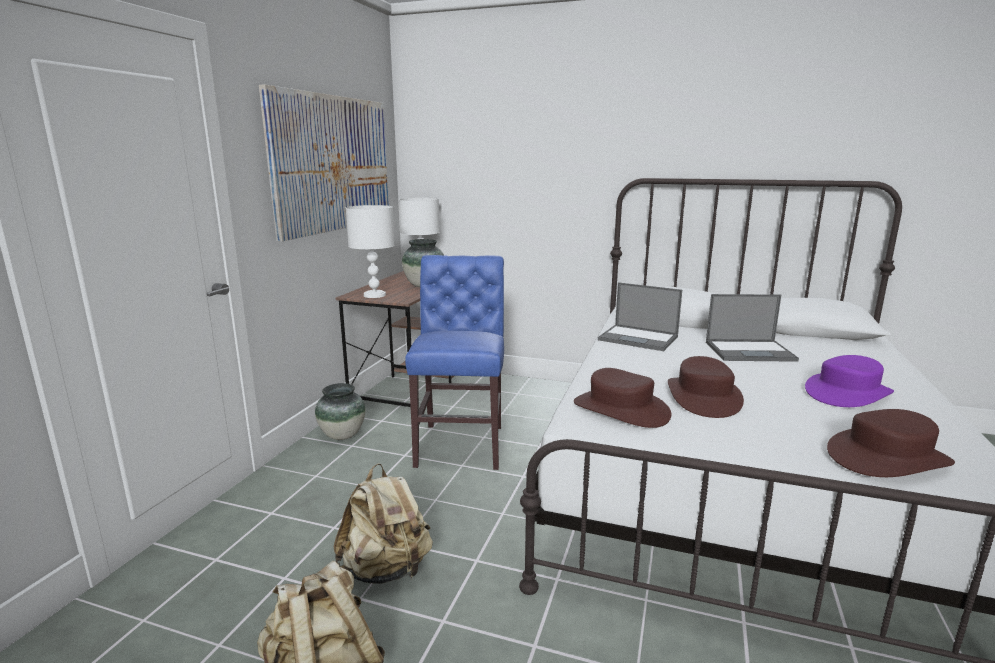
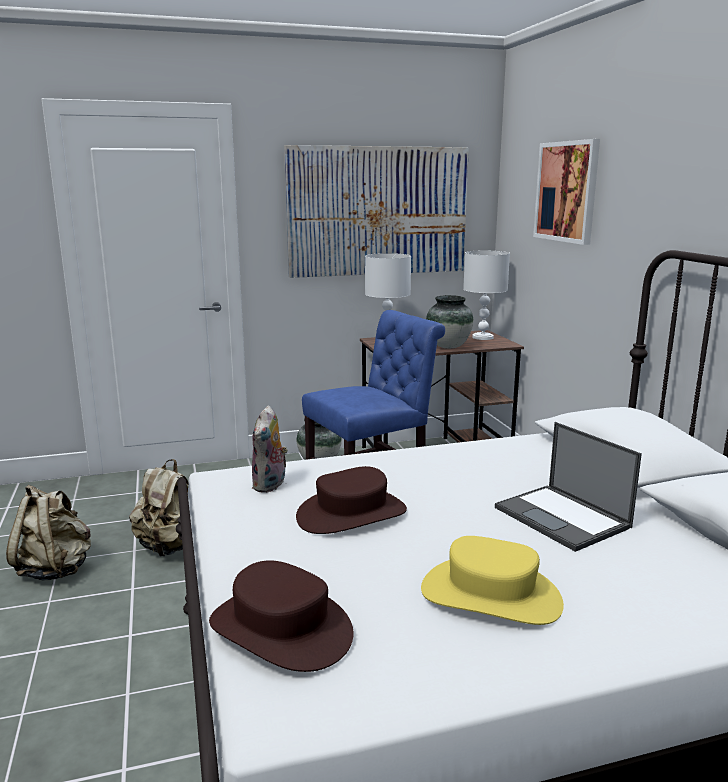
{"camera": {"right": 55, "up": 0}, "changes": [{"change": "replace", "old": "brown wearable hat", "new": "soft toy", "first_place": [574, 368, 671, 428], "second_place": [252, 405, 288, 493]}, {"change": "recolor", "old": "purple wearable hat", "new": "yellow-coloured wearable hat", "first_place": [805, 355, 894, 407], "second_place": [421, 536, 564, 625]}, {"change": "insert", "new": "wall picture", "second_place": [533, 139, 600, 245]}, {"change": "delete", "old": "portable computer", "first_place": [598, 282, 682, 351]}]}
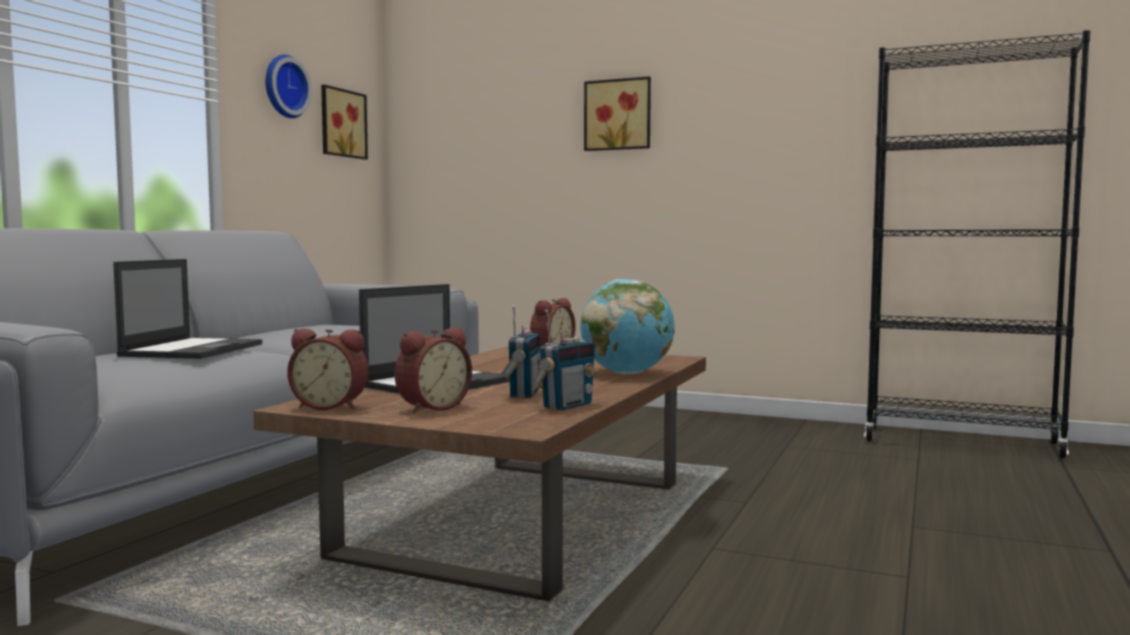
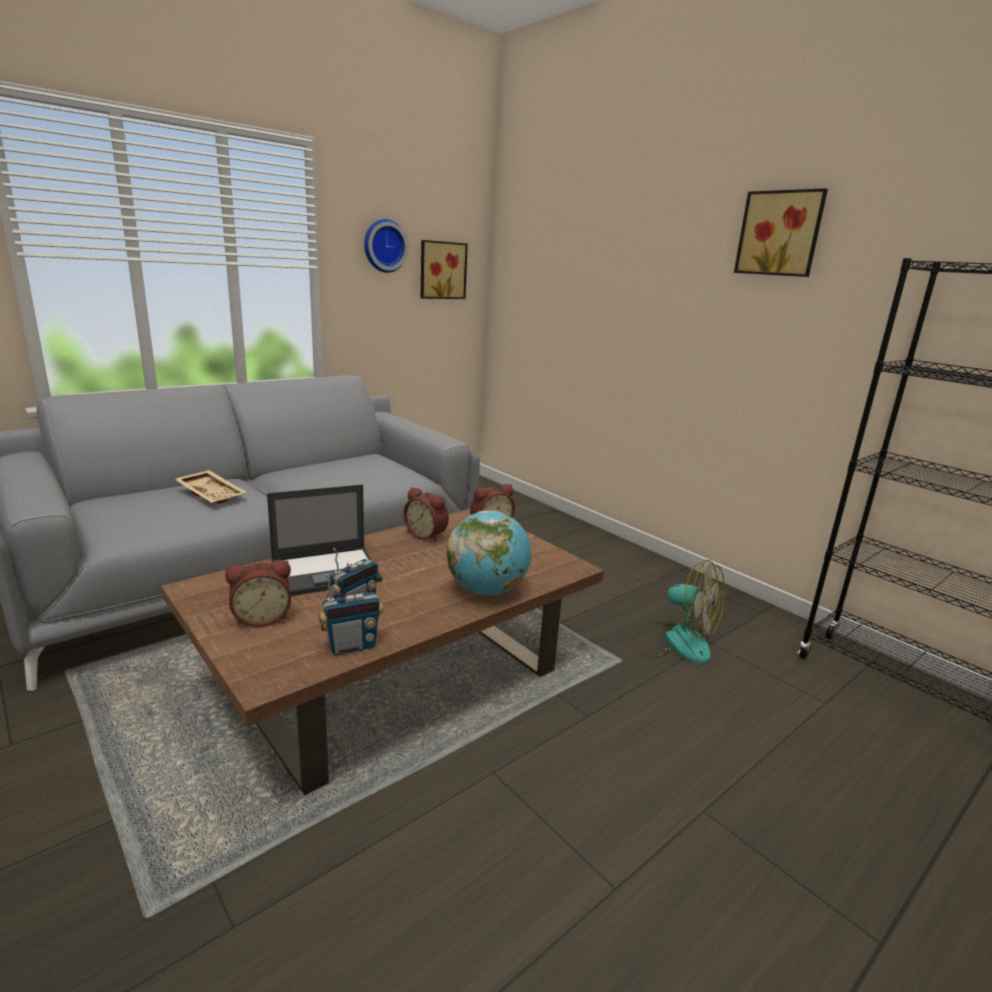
{"camera": {"right": 25, "up": 15}, "changes": [{"change": "replace", "old": "portable computer", "new": "beige-coloured serving tray", "first_place": [113, 259, 262, 359], "second_place": [175, 470, 246, 504]}, {"change": "move", "old": "bedside clock", "first_place": [287, 328, 369, 410], "second_place": [404, 487, 449, 542]}, {"change": "insert", "new": "electric fan", "second_place": [635, 560, 725, 664]}, {"change": "move", "old": "wall picture", "first_place": [584, 76, 651, 151], "second_place": [734, 188, 828, 277]}]}
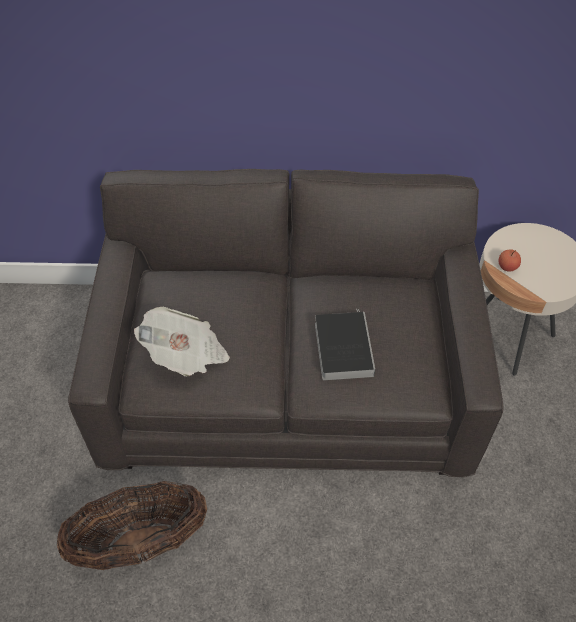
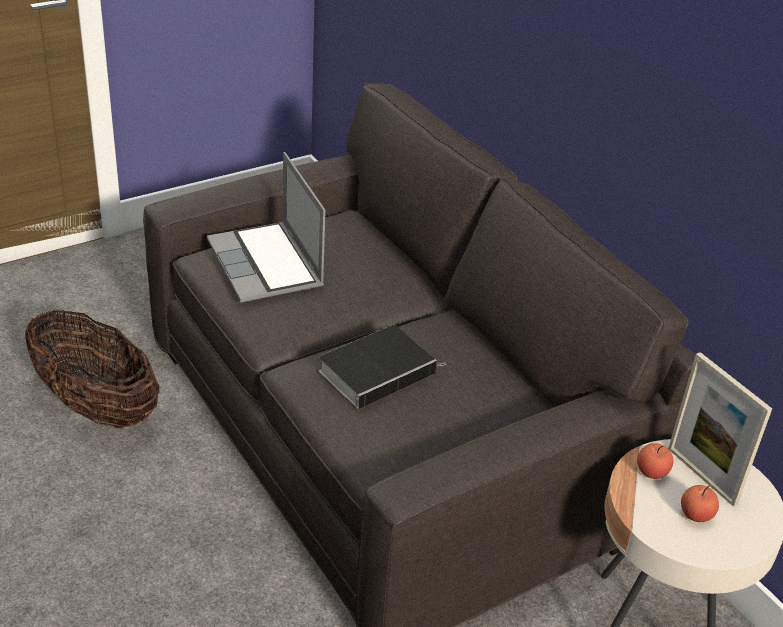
{"camera": {"right": 55, "up": -15}, "changes": [{"change": "replace", "old": "newspaper", "new": "portable computer", "first_place": [134, 307, 230, 376], "second_place": [207, 152, 325, 303]}, {"change": "insert", "new": "photo frame", "second_place": [668, 352, 772, 507]}, {"change": "insert", "new": "whole apple", "second_place": [681, 485, 719, 522]}]}
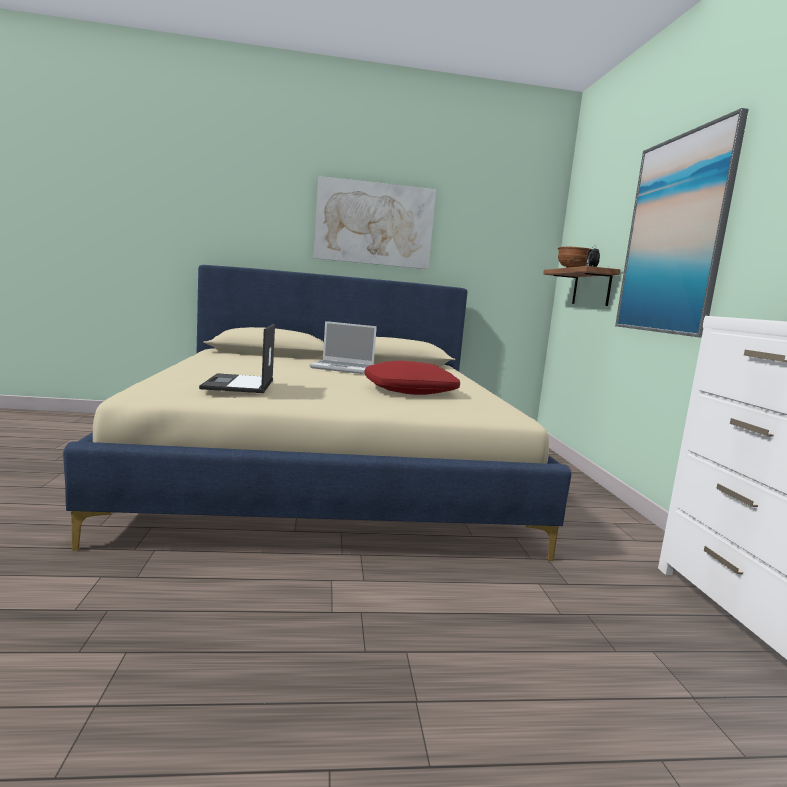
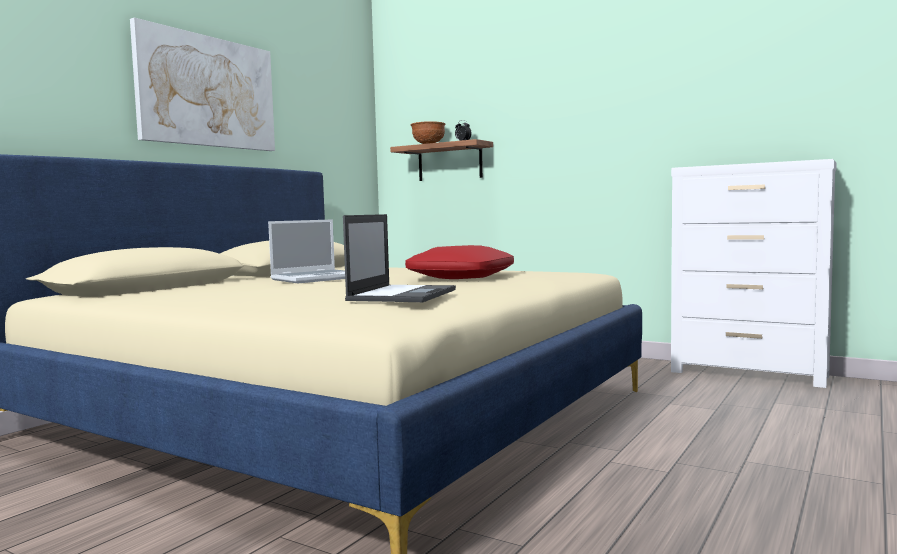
{"camera": {"right": -50, "up": -5}, "changes": [{"change": "rotate", "old": "portable computer", "first_place": [199, 324, 275, 393], "second_place": [343, 214, 456, 302], "degrees": -105}, {"change": "delete", "old": "wall picture", "first_place": [615, 108, 749, 338]}]}
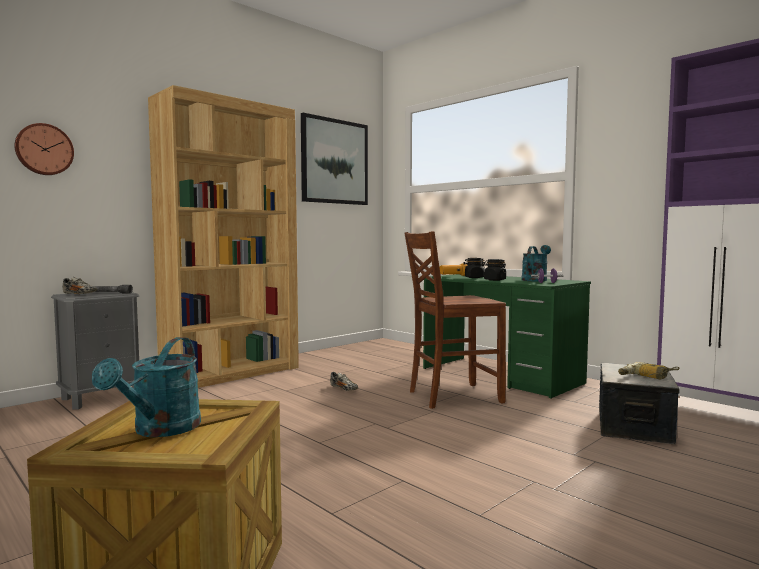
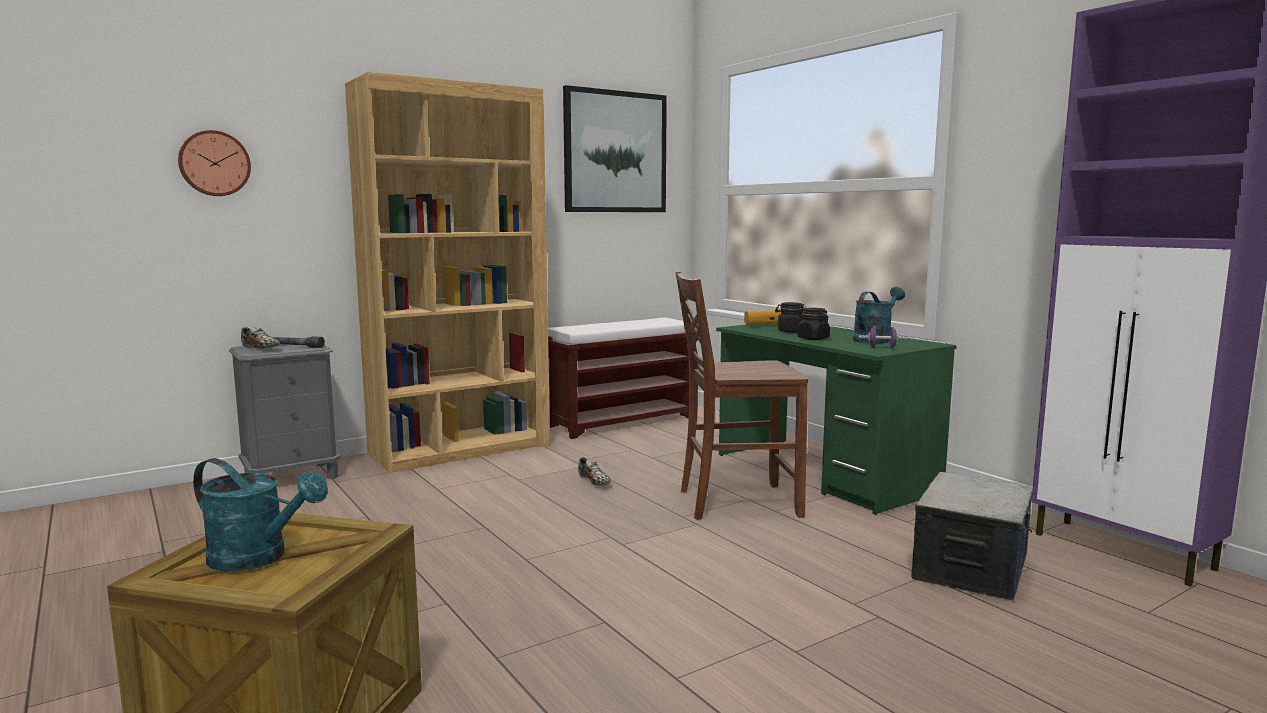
{"camera": {"right": 10, "up": 5}, "changes": [{"change": "rotate", "old": "blue-green watering pot", "first_place": [92, 337, 201, 437], "second_place": [193, 458, 328, 571], "degrees": -90}, {"change": "insert", "new": "brown bench", "second_place": [548, 317, 695, 439]}, {"change": "delete", "old": "power drill", "first_place": [618, 362, 679, 379]}]}
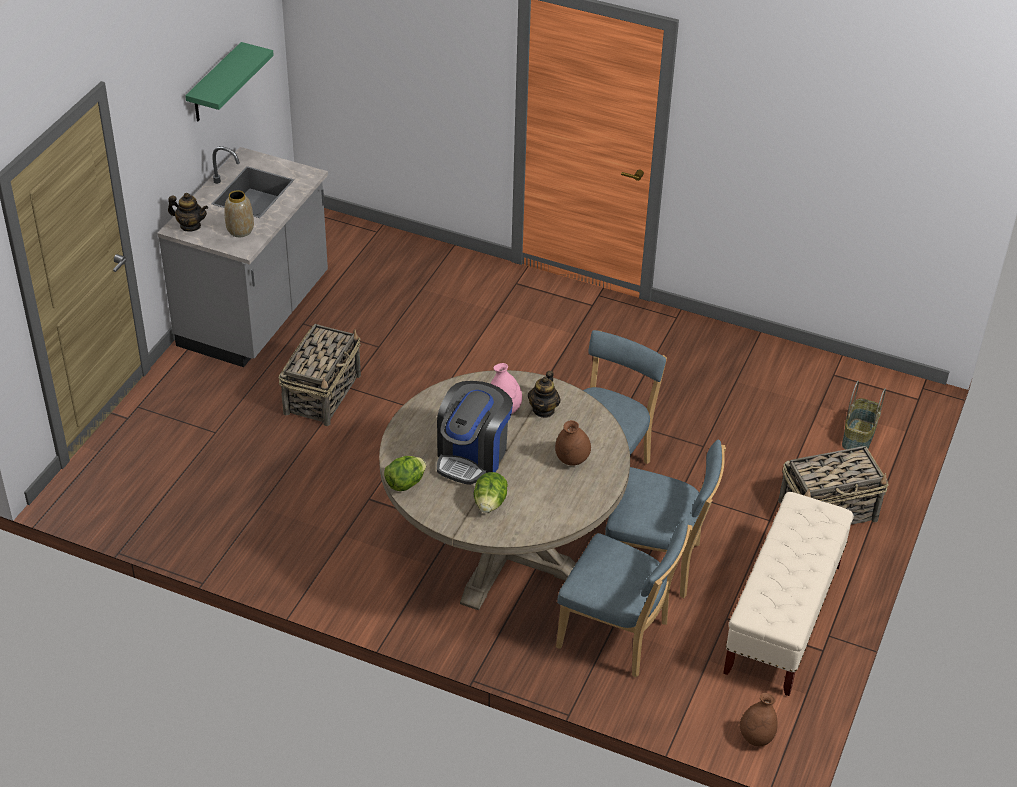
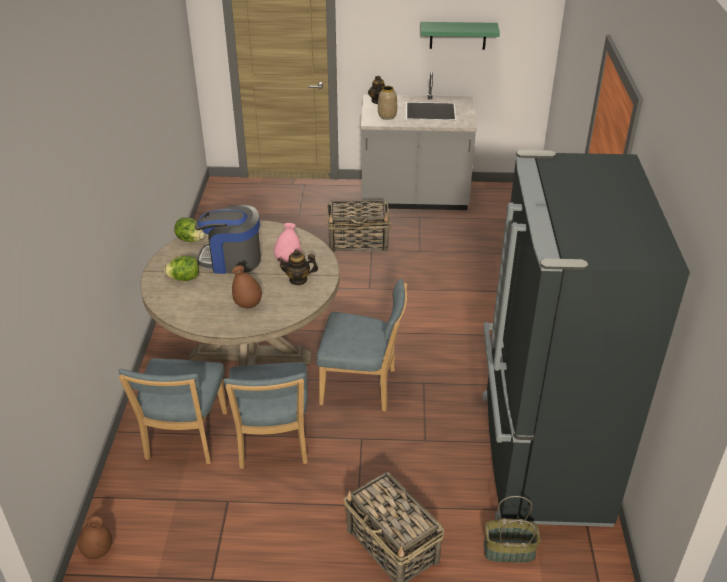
{"camera": {"right": 70, "up": -5}, "changes": [{"change": "insert", "new": "black fridge", "second_place": [482, 150, 690, 527]}, {"change": "delete", "old": "beige-coloured bench", "first_place": [723, 492, 854, 696]}]}
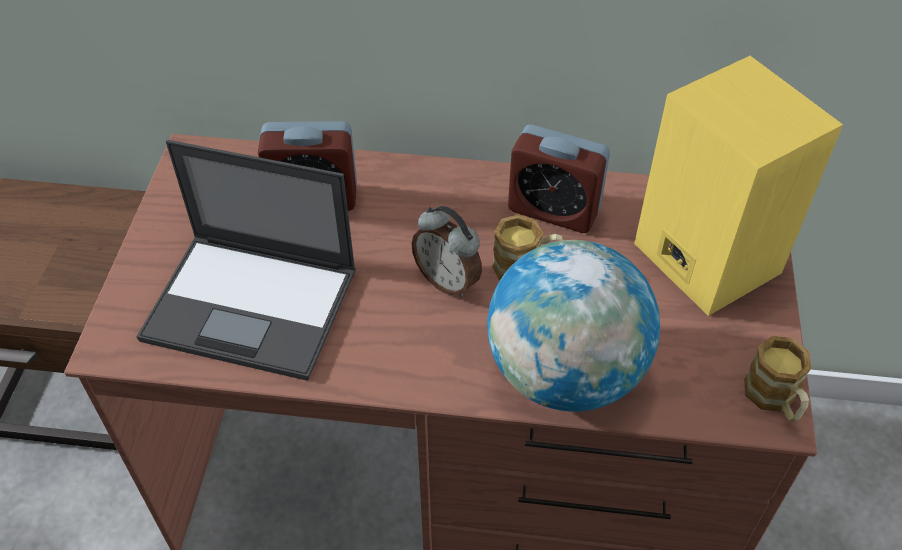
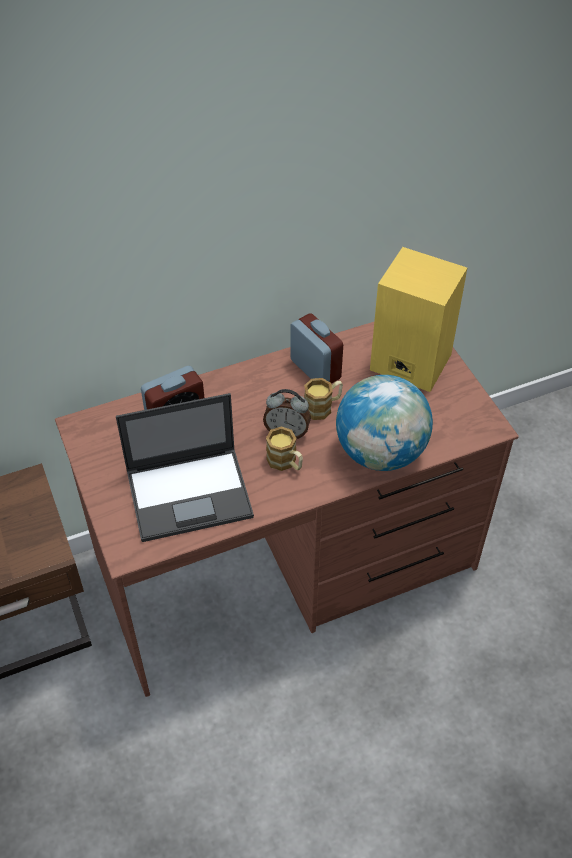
{"camera": {"right": -30, "up": 0}, "changes": [{"change": "move", "old": "coffee mug", "first_place": [744, 336, 811, 422], "second_place": [266, 427, 303, 471]}, {"change": "rotate", "old": "bedside clock", "first_place": [508, 125, 610, 233], "second_place": [290, 313, 343, 384], "degrees": -120}]}
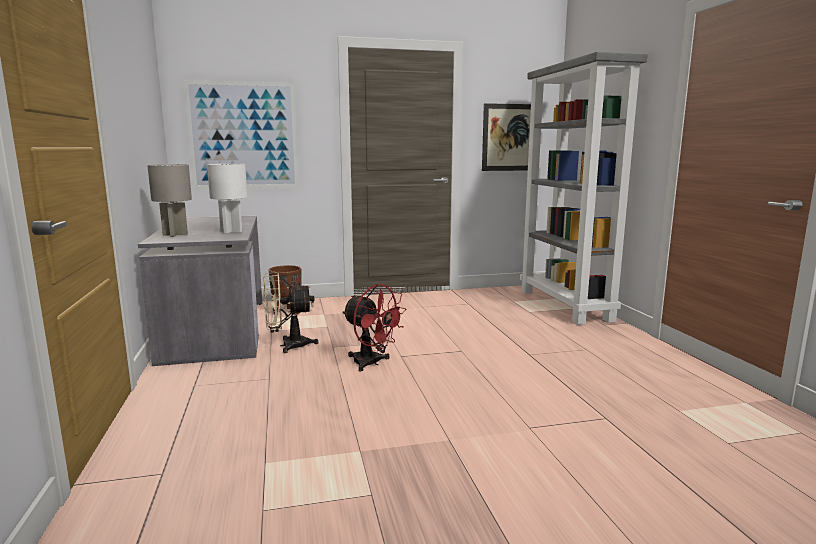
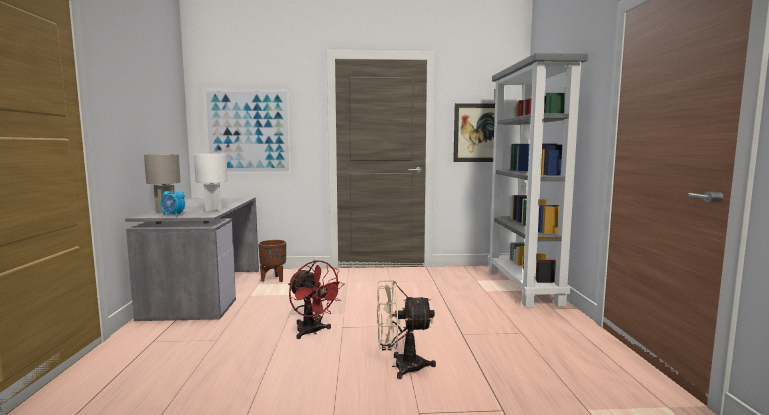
{"camera": {"right": 10, "up": -5}, "changes": [{"change": "insert", "new": "bedside clock", "second_place": [161, 187, 185, 216]}, {"change": "move", "old": "beige-coloured electric fan", "first_place": [263, 272, 318, 353], "second_place": [377, 280, 436, 379]}]}
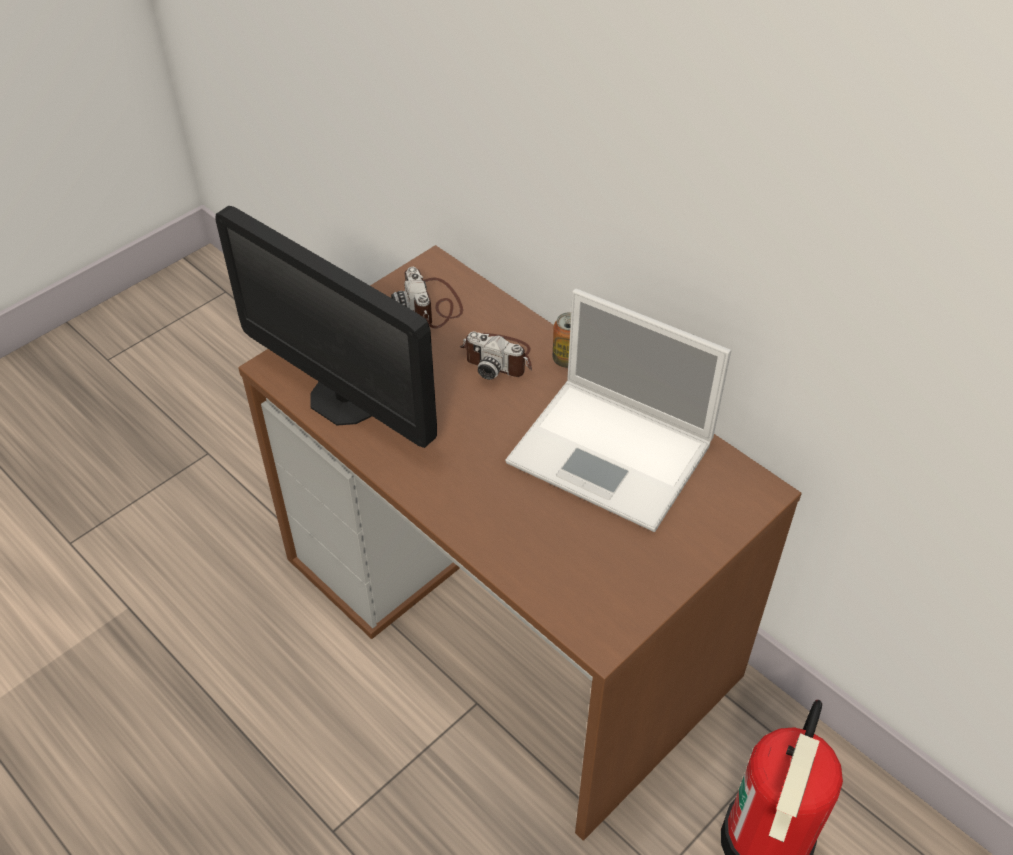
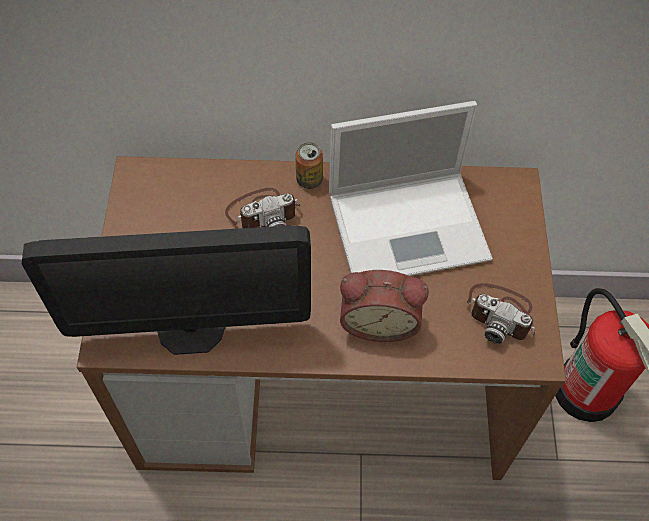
{"camera": {"right": -45, "up": 10}, "changes": [{"change": "insert", "new": "bedside clock", "second_place": [340, 270, 429, 342]}, {"change": "move", "old": "photo camera", "first_place": [391, 267, 463, 329], "second_place": [466, 283, 535, 344]}]}
